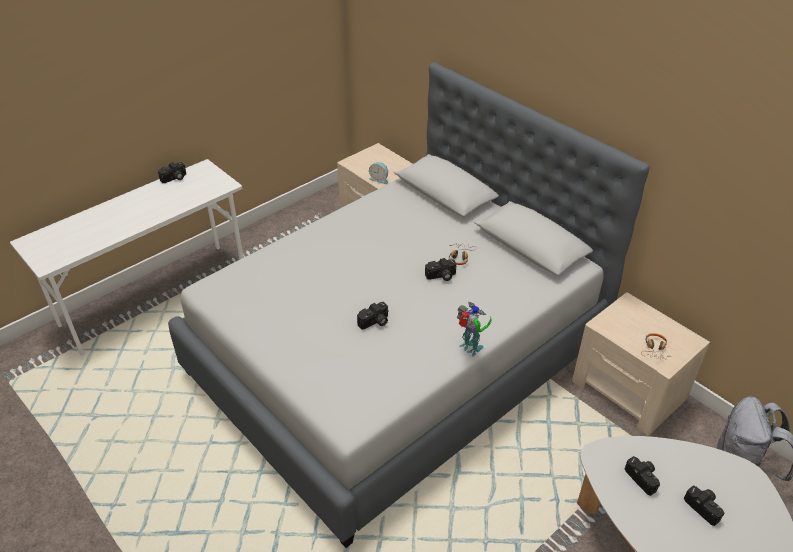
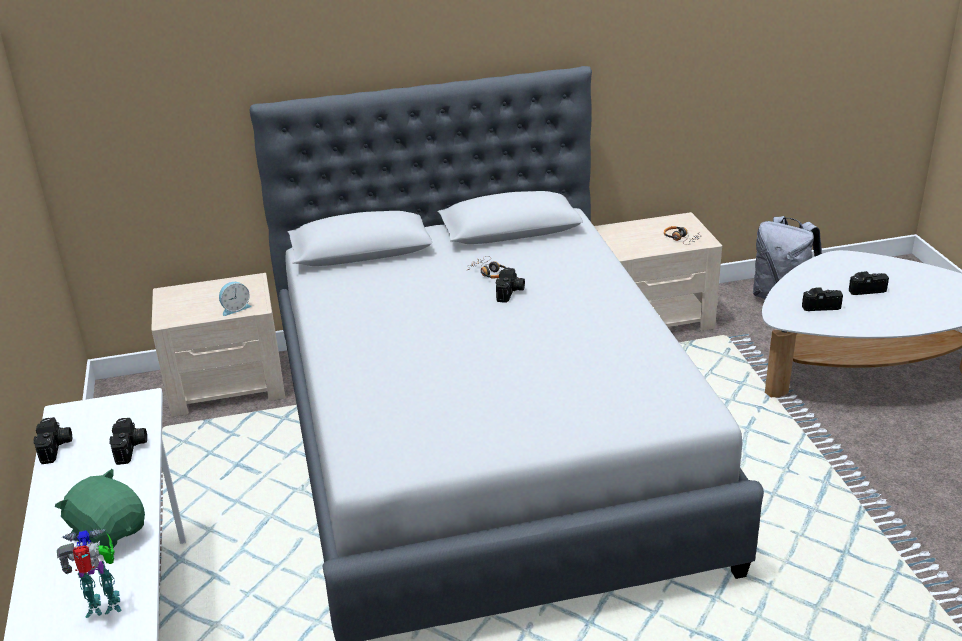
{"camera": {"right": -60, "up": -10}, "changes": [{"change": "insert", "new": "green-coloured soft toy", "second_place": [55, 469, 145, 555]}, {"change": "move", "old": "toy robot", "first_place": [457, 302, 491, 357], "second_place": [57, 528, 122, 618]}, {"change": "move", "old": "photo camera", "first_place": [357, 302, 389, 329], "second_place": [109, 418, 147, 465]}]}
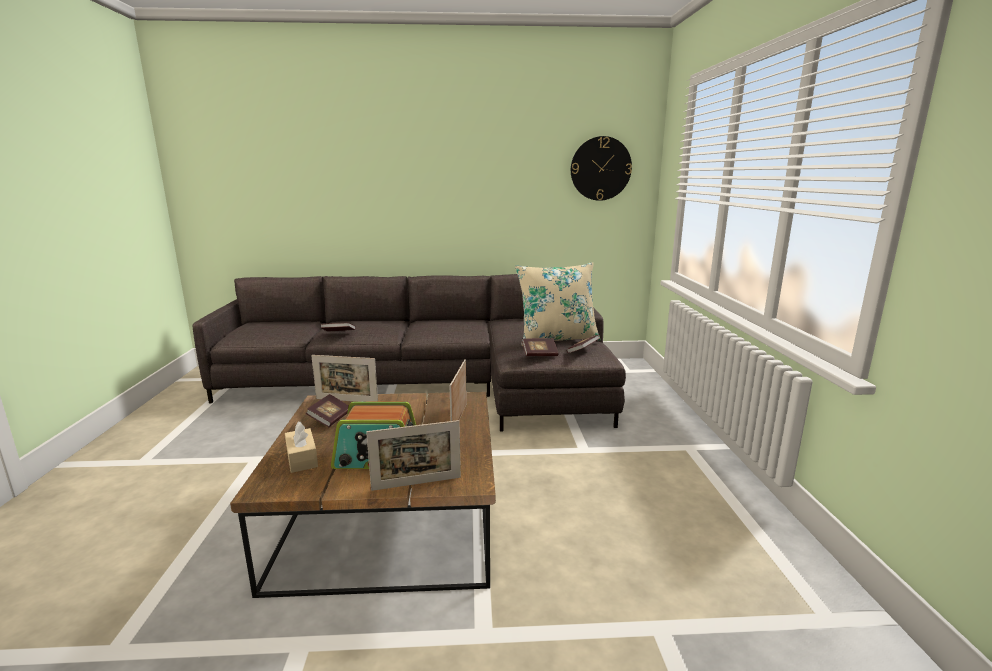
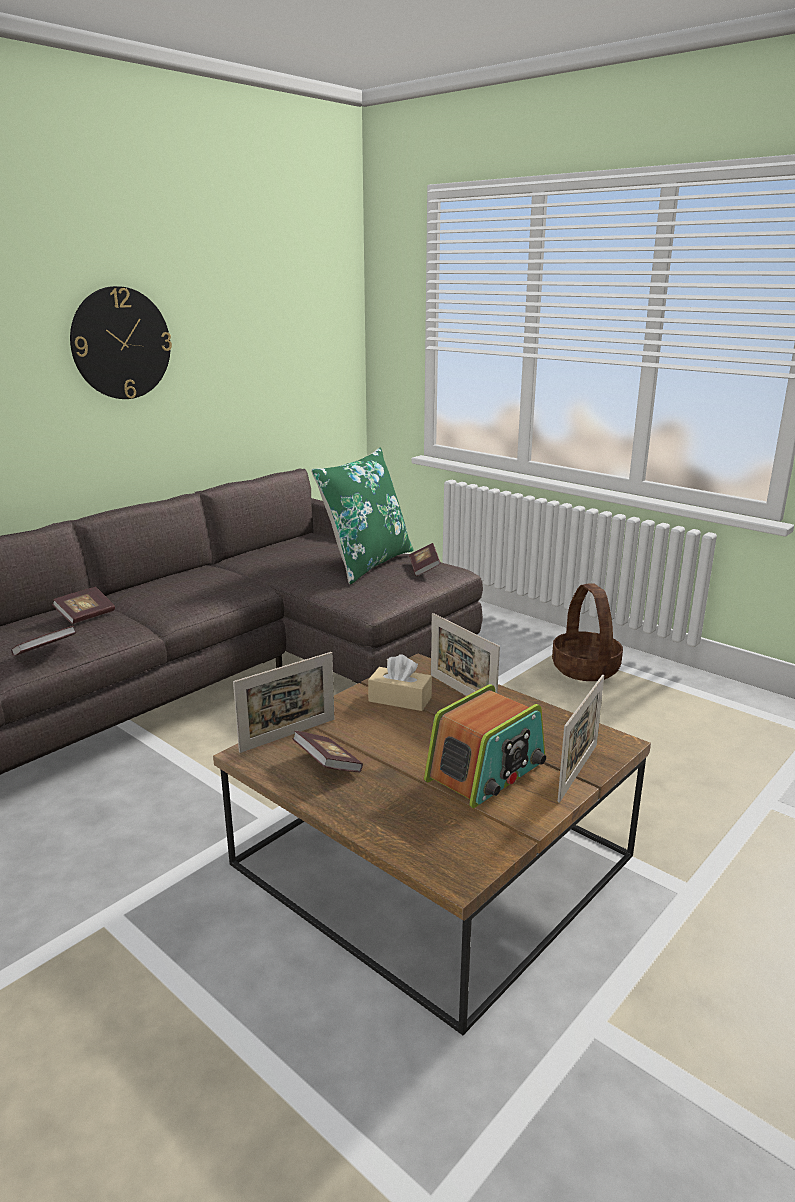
{"camera": {"right": -45, "up": 5}, "changes": [{"change": "move", "old": "volume", "first_place": [522, 338, 558, 356], "second_place": [52, 587, 115, 624]}, {"change": "move", "old": "wall clock", "first_place": [571, 136, 632, 201], "second_place": [70, 286, 172, 399]}, {"change": "recolor", "old": "beige-coloured throw pillow", "new": "green-coloured throw pillow", "first_place": [515, 262, 601, 346], "second_place": [311, 448, 413, 584]}, {"change": "move", "old": "beige-coloured tissue box", "first_place": [285, 422, 318, 473], "second_place": [368, 654, 432, 711]}, {"change": "insert", "new": "basket", "second_place": [552, 584, 623, 681]}]}
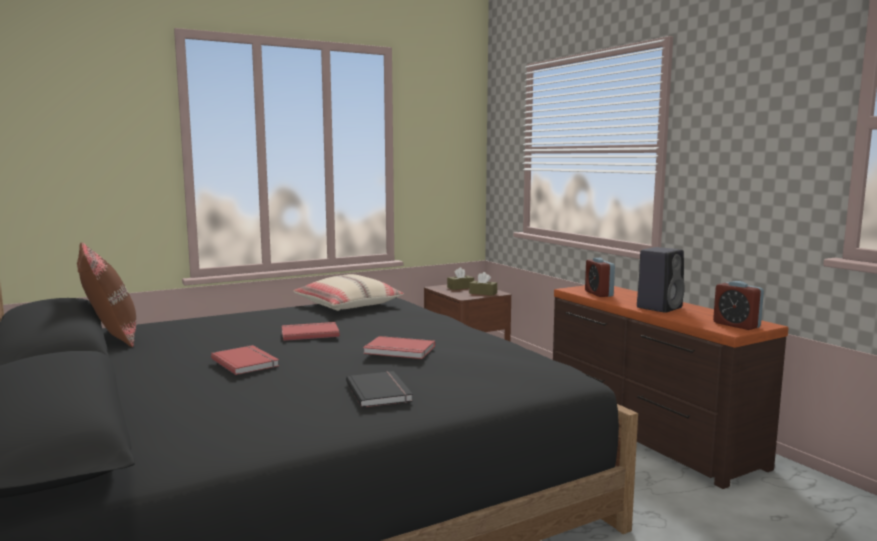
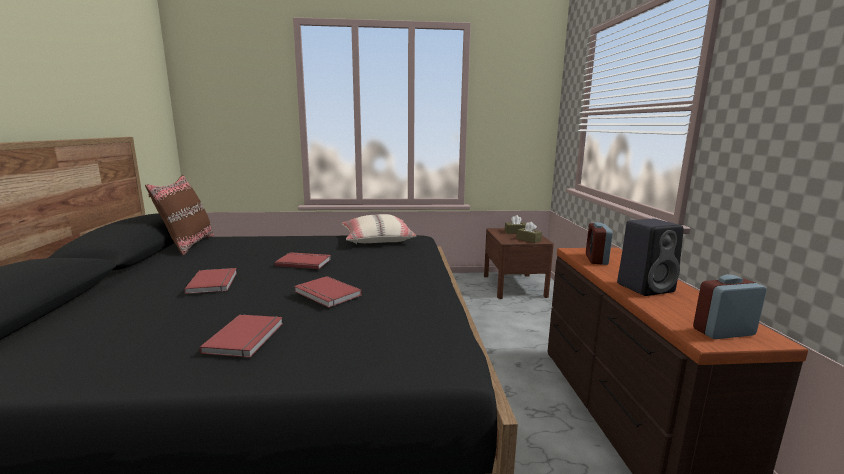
{"camera": {"right": 25, "up": 5}, "changes": [{"change": "recolor", "old": "black volume", "new": "reddish volume", "first_place": [346, 371, 413, 408], "second_place": [199, 315, 283, 358]}, {"change": "rotate", "old": "bedside clock", "first_place": [713, 281, 764, 330], "second_place": [693, 274, 767, 339], "degrees": 90}]}
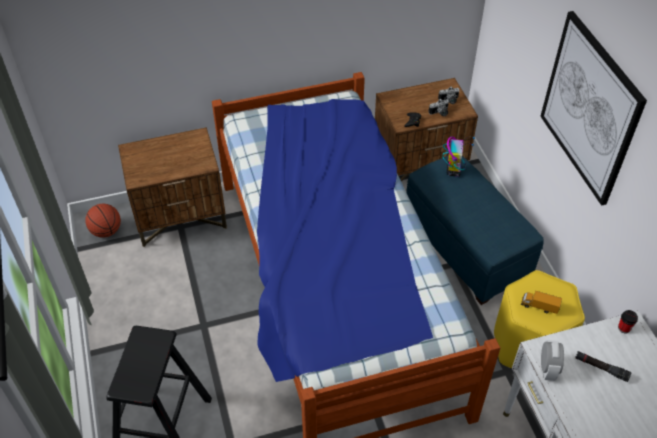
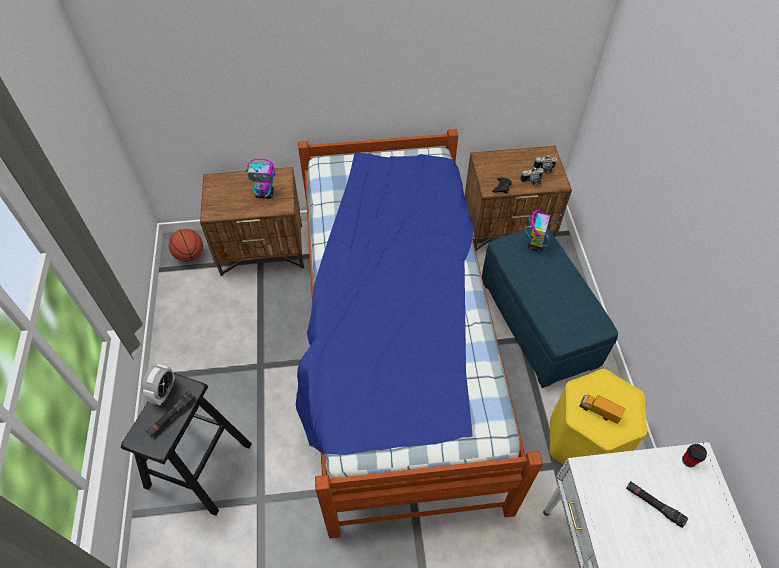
{"camera": {"right": 10, "up": 5}, "changes": [{"change": "move", "old": "bedside clock", "first_place": [541, 340, 564, 381], "second_place": [142, 364, 175, 405]}, {"change": "insert", "new": "black torch", "second_place": [146, 391, 196, 437]}, {"change": "insert", "new": "toy robot", "second_place": [246, 159, 275, 199]}, {"change": "delete", "old": "wall picture", "first_place": [540, 11, 647, 206]}]}
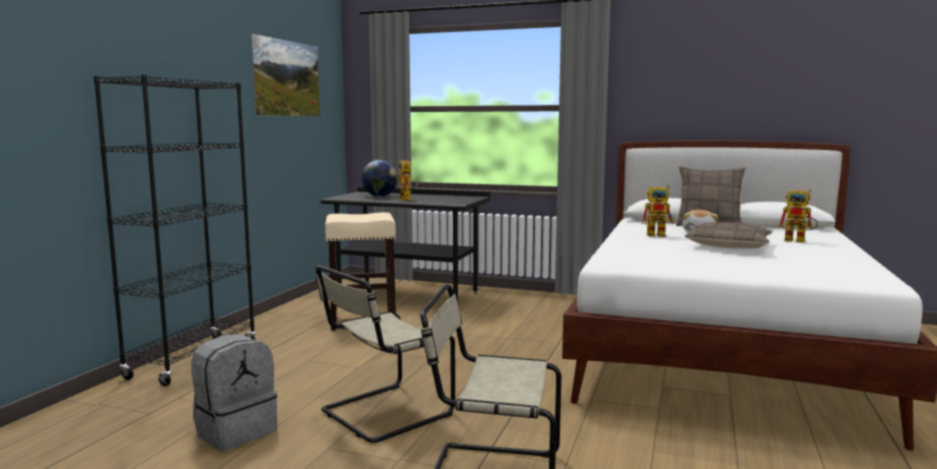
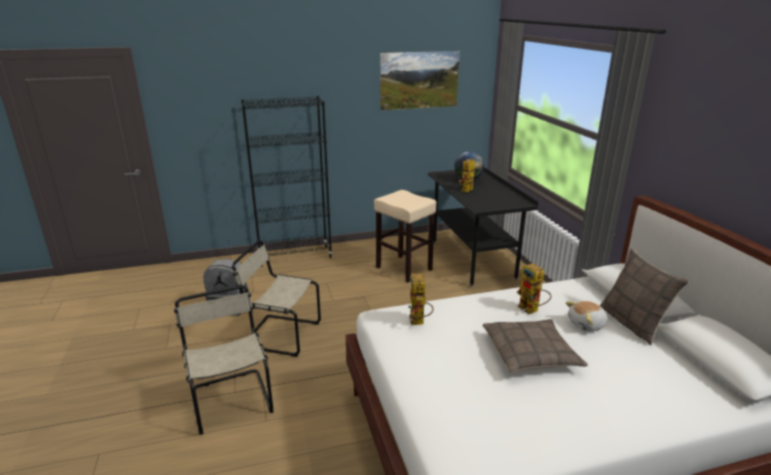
{"camera": {"right": 55, "up": 15}, "changes": [{"change": "move", "old": "toy robot", "first_place": [778, 189, 818, 243], "second_place": [408, 273, 433, 325]}]}
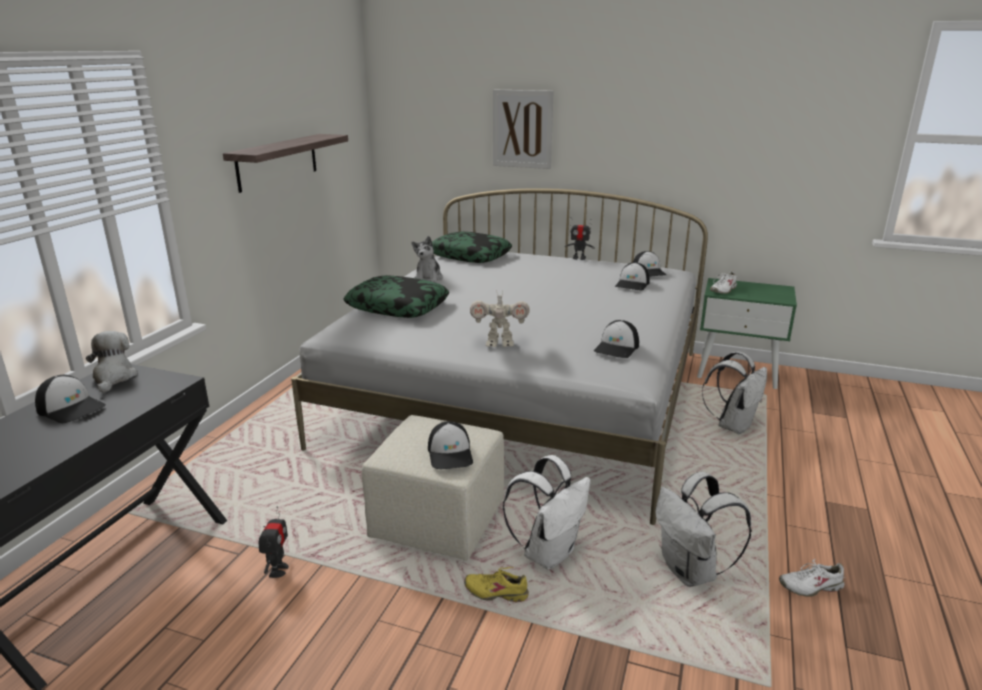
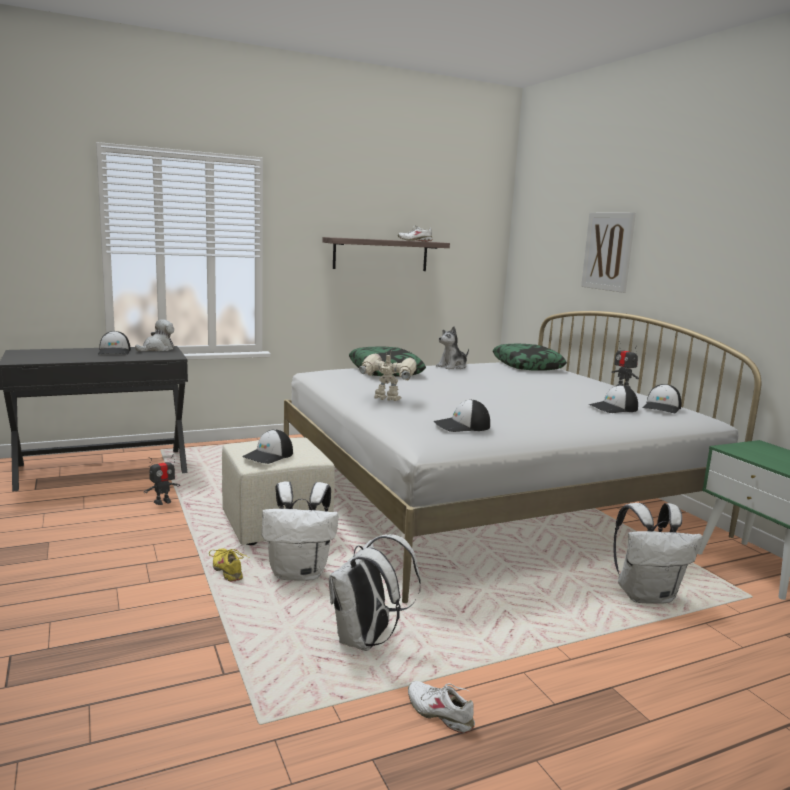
{"camera": {"right": 45, "up": -10}, "changes": [{"change": "rotate", "old": "toy robot", "first_place": [470, 290, 530, 347], "second_place": [359, 353, 417, 401], "degrees": 150}, {"change": "move", "old": "white shoe", "first_place": [710, 271, 739, 294], "second_place": [398, 226, 433, 241]}]}
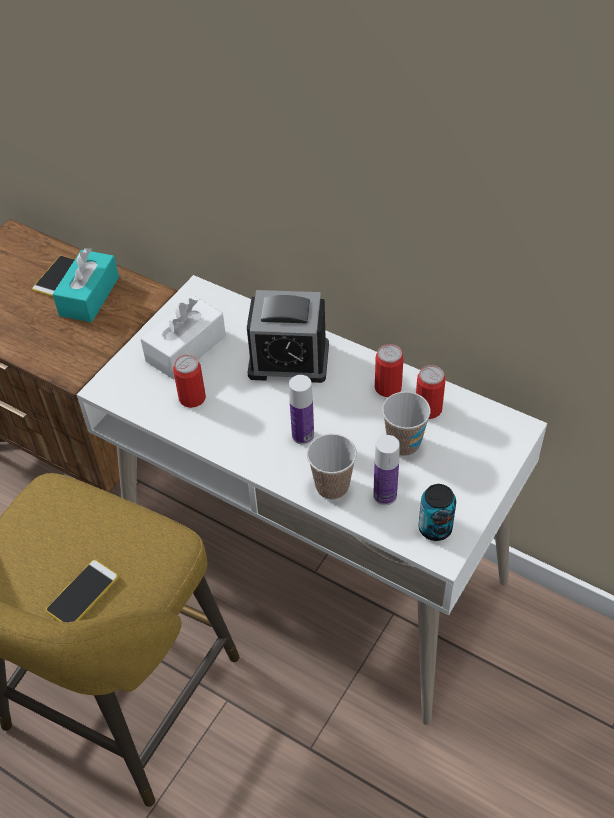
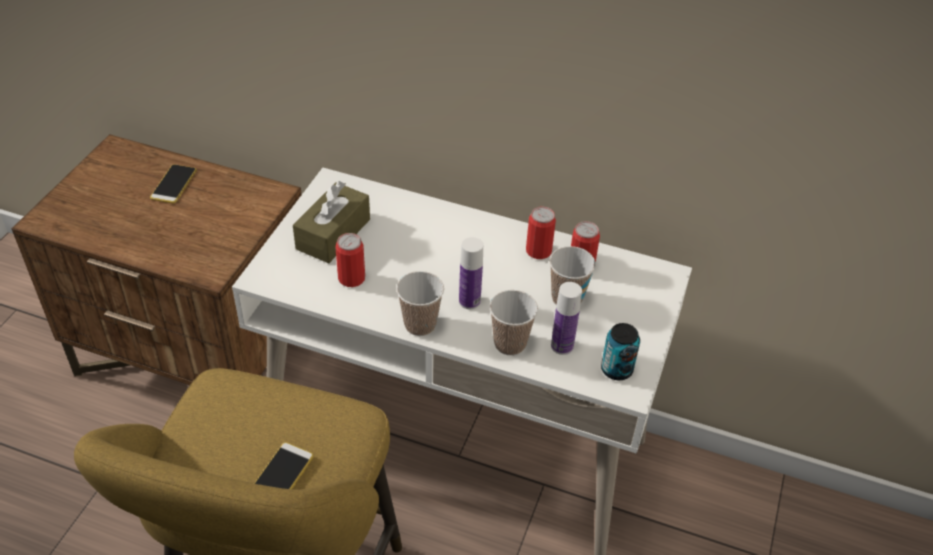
{"camera": {"right": -15, "up": -5}, "changes": [{"change": "recolor", "old": "white tissue box", "new": "brown tissue box", "first_place": [141, 296, 226, 380], "second_place": [293, 181, 370, 263]}, {"change": "insert", "new": "drinking cup", "second_place": [396, 271, 444, 336]}, {"change": "delete", "old": "blue-green tissue box", "first_place": [52, 248, 119, 322]}, {"change": "delete", "old": "bedside clock", "first_place": [247, 290, 329, 383]}]}
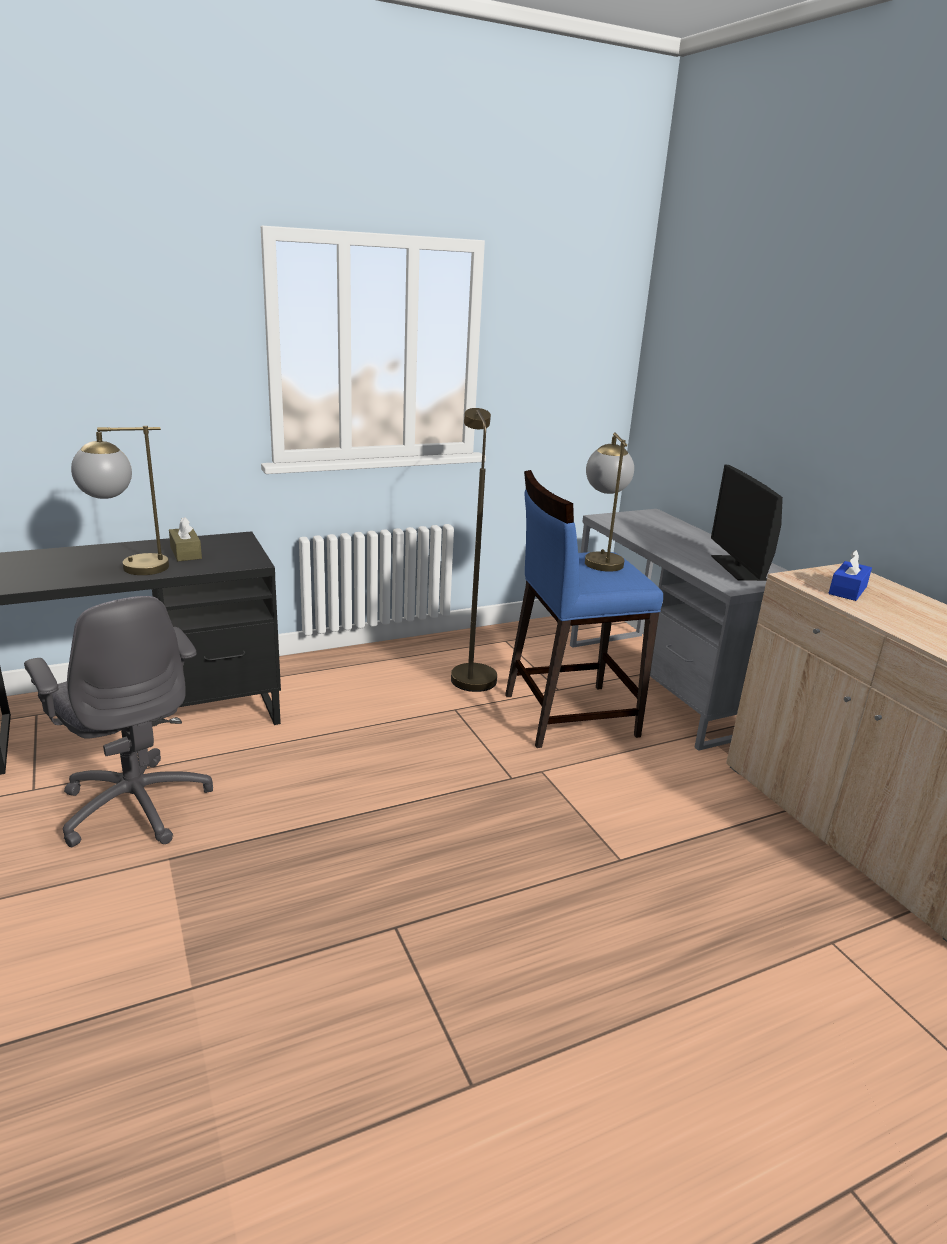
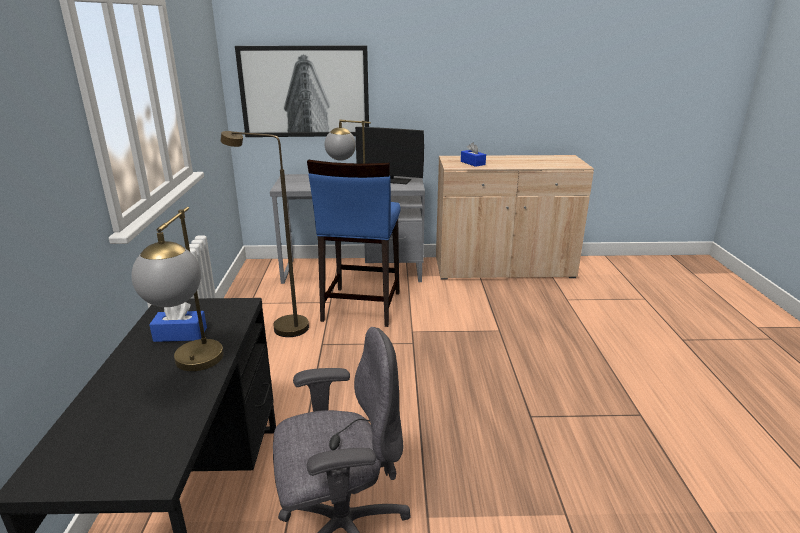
{"camera": {"right": -65, "up": 0}, "changes": [{"change": "recolor", "old": "brown tissue box", "new": "blue tissue box", "first_place": [169, 517, 202, 561], "second_place": [149, 302, 207, 342]}, {"change": "insert", "new": "wall picture", "second_place": [235, 46, 369, 137]}]}
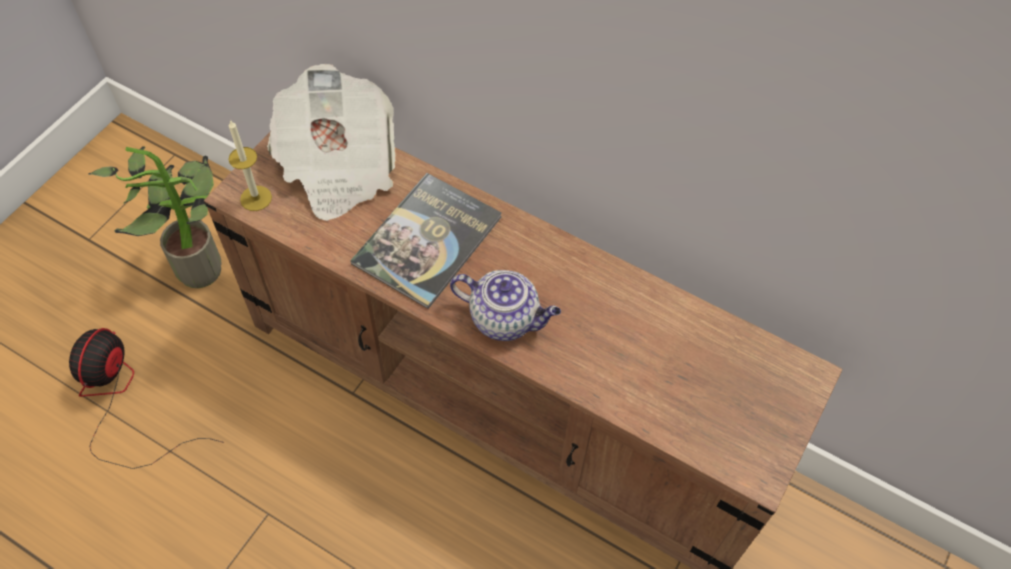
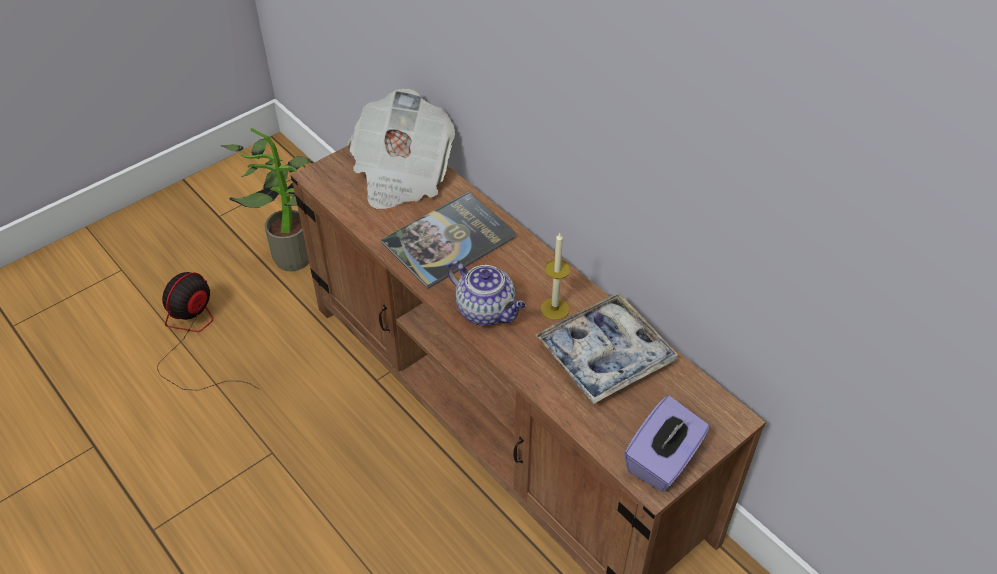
{"camera": {"right": 20, "up": -10}, "changes": [{"change": "insert", "new": "serving tray", "second_place": [535, 293, 678, 404]}, {"change": "move", "old": "wax light", "first_place": [228, 119, 272, 211], "second_place": [541, 233, 570, 320]}, {"change": "insert", "new": "purple tissue box", "second_place": [624, 396, 710, 492]}]}
